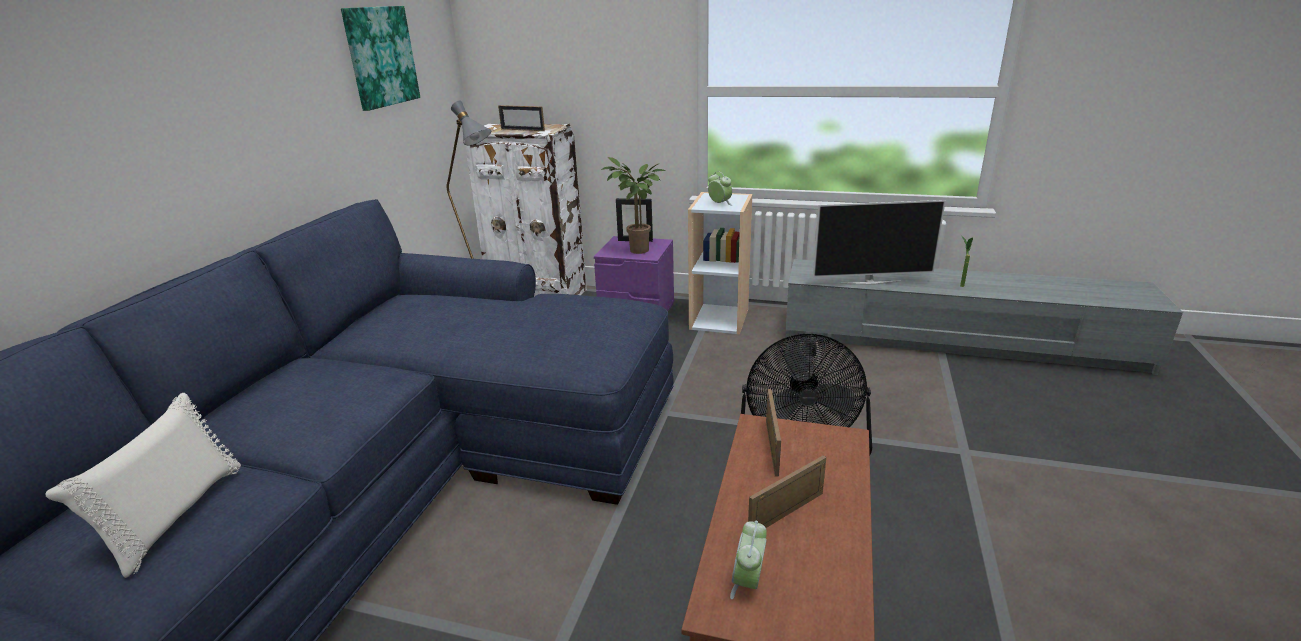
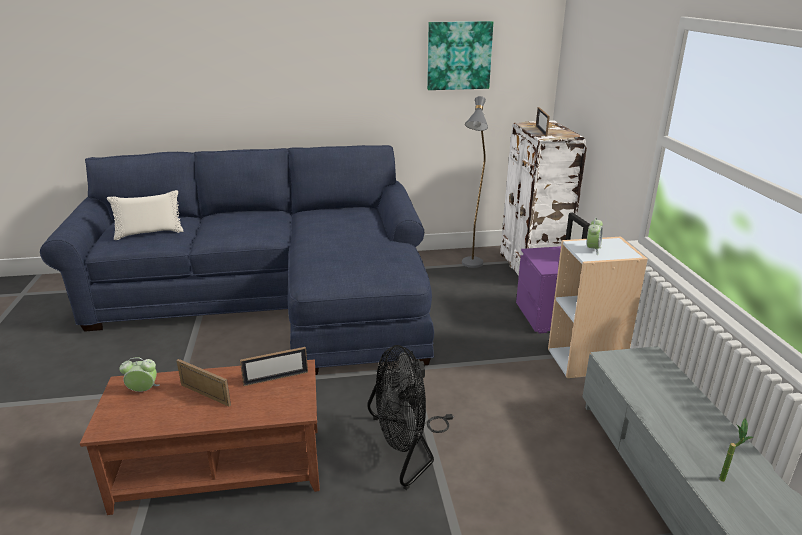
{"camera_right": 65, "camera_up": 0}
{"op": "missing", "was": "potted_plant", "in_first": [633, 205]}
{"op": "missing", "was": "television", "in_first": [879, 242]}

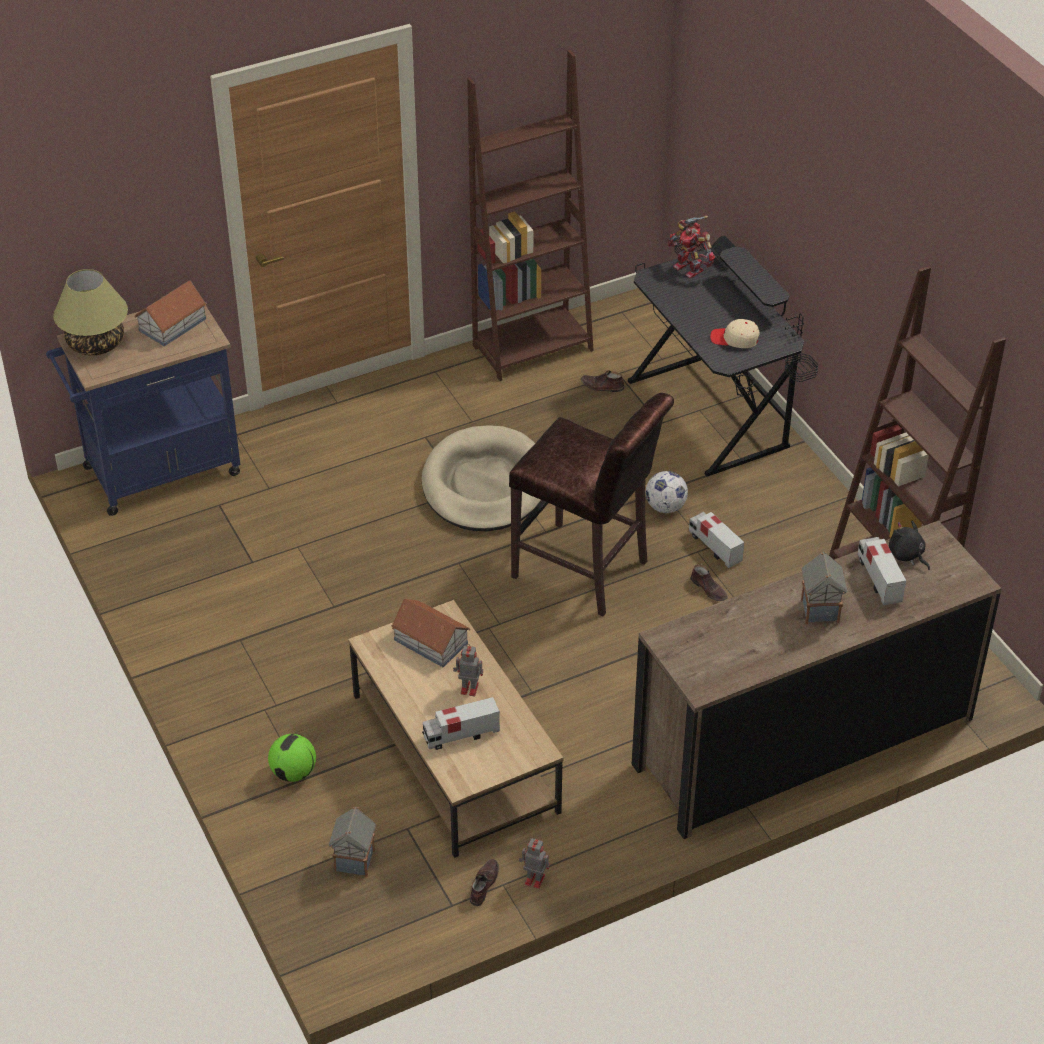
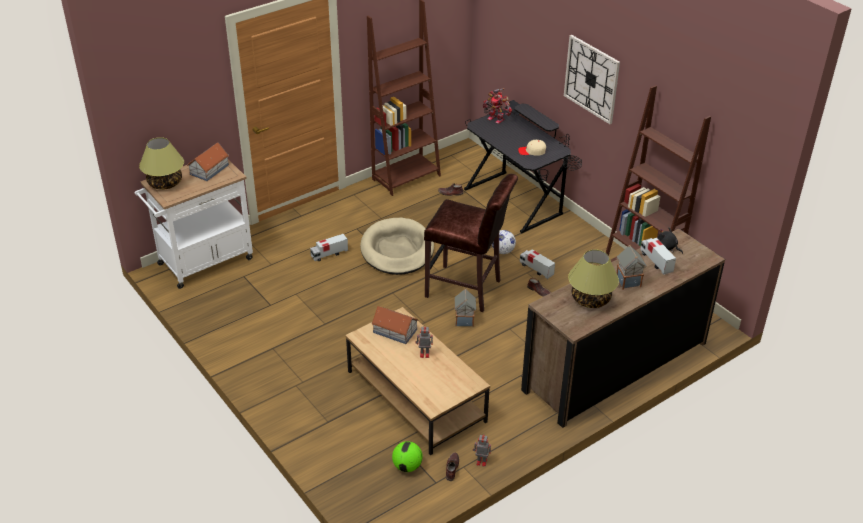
{"camera_right": -10, "camera_up": -5}
{"op": "appeared", "now": "wall_clock", "in_second": [592, 79]}
{"op": "appeared", "now": "table_lamp", "in_second": [593, 278]}
{"op": "relocated", "was": "football", "in_first": [292, 758], "in_second": [407, 456]}
{"op": "relocated", "was": "toy_house", "in_first": [352, 842], "in_second": [465, 307]}
{"op": "relocated", "was": "toy_truck", "in_first": [461, 723], "in_second": [329, 247]}
{"op": "colour", "was": "blue_cart", "now": "white_cart", "in_first": [143, 411], "in_second": [194, 224]}

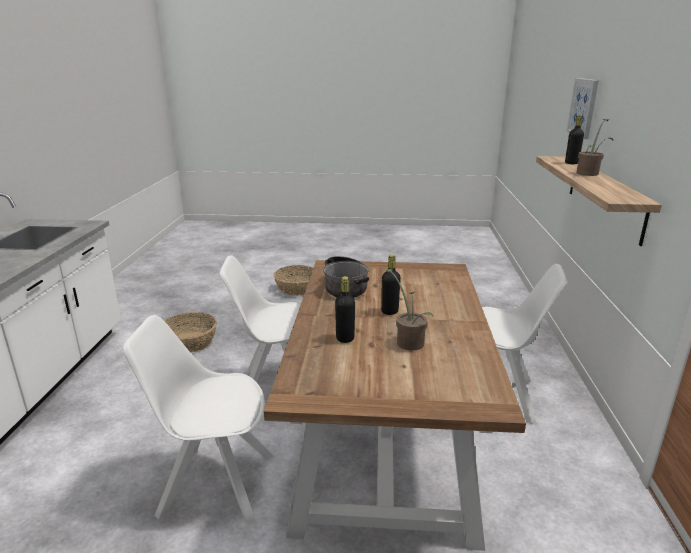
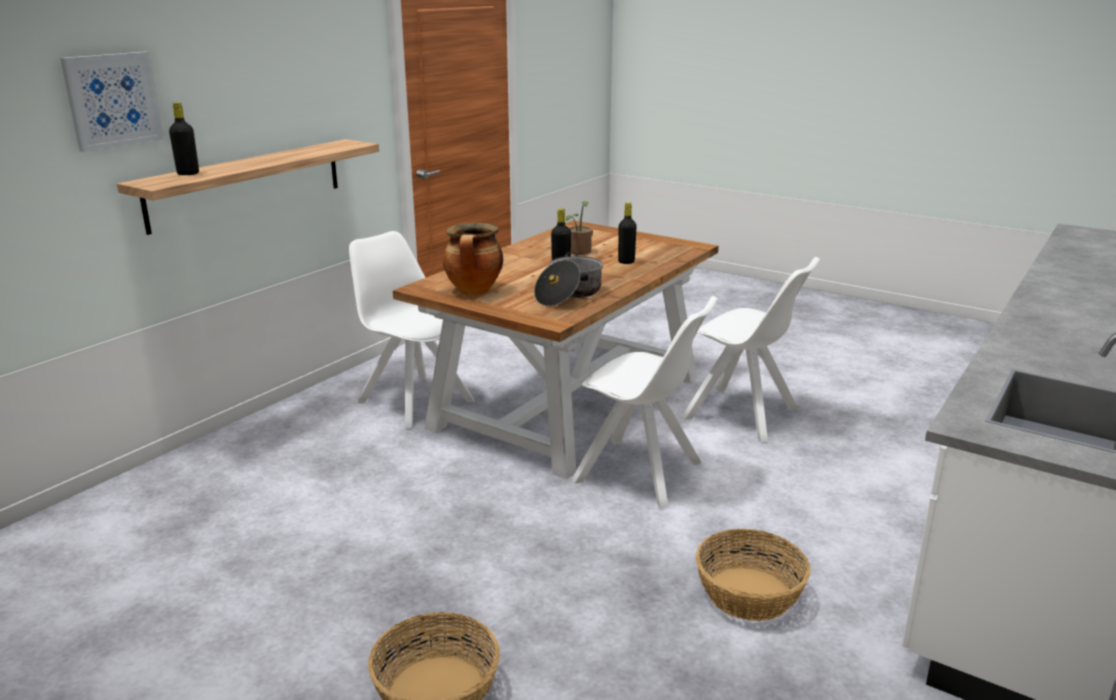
{"camera_right": -150, "camera_up": 0}
{"op": "missing", "was": "potted_plant", "in_first": [594, 147]}
{"op": "appeared", "now": "cooking_pot", "in_second": [473, 259]}

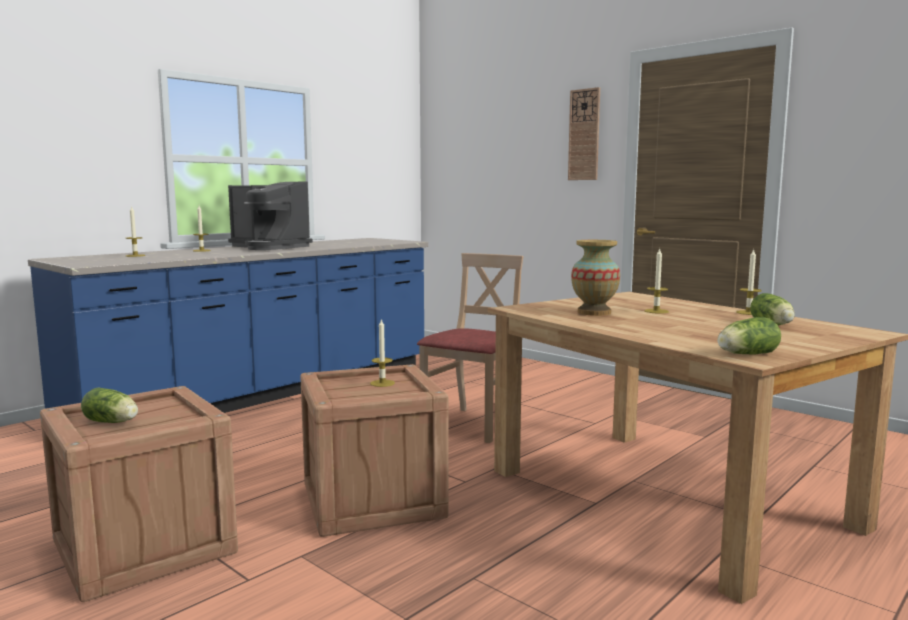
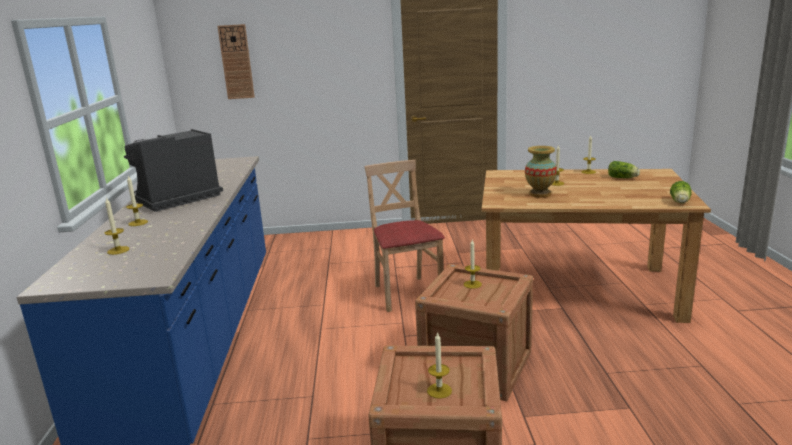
{"camera_right": -45, "camera_up": 10}
{"op": "relocated", "was": "wall_clock", "in_first": [584, 133], "in_second": [236, 61]}
{"op": "exchanged", "was": "lettuce", "now": "candle", "in_first": [109, 405], "in_second": [439, 365]}
{"op": "spun", "was": "coffee_machine", "in_first": [270, 216], "in_second": [173, 170], "clockwise": 150}

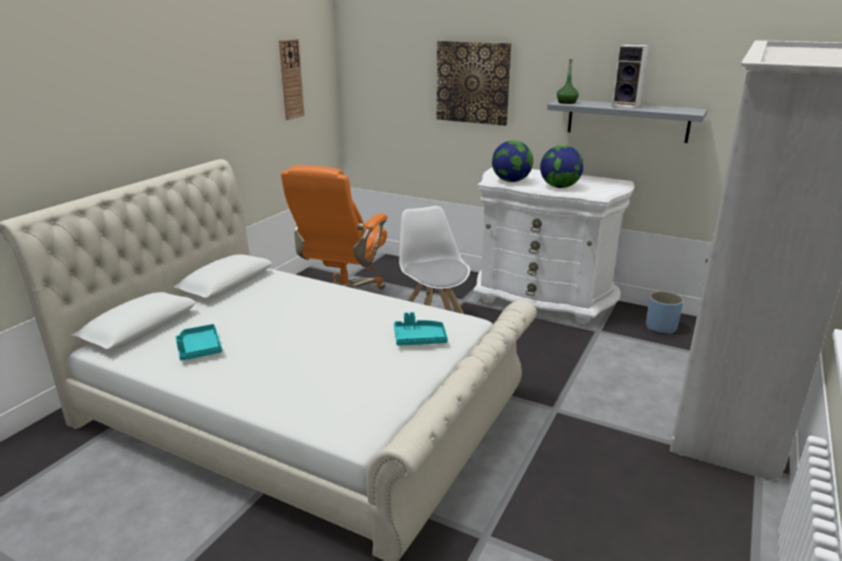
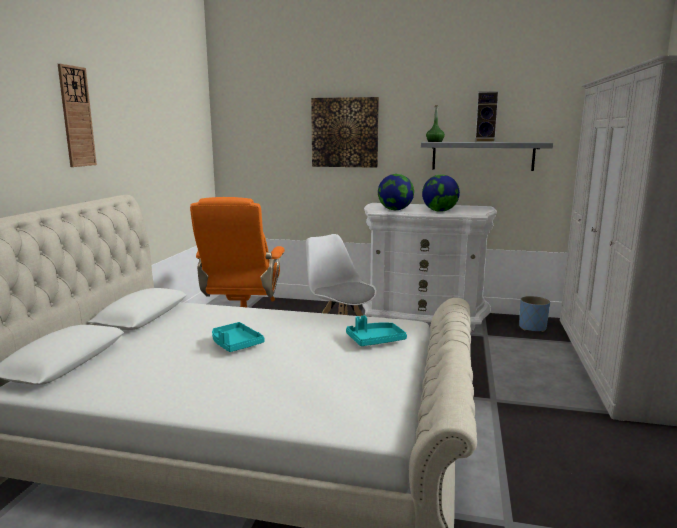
{"camera_right": -15, "camera_up": -10}
{"op": "relocated", "was": "turquoise_tray", "in_first": [199, 342], "in_second": [238, 337]}
{"op": "relocated", "was": "wall_clock", "in_first": [292, 79], "in_second": [77, 115]}

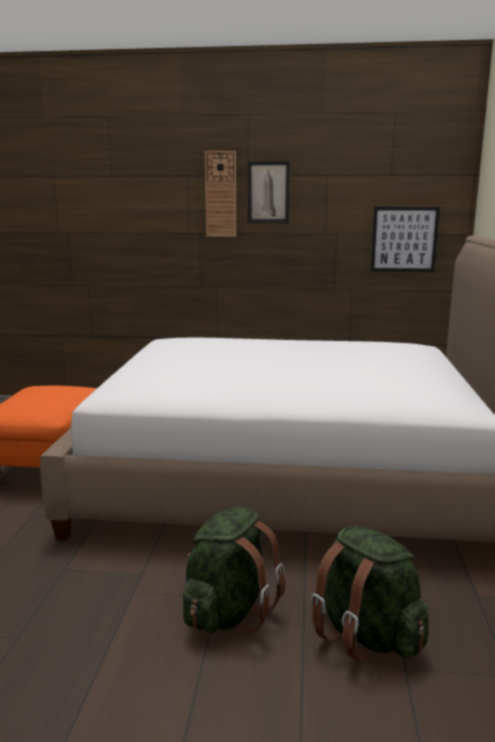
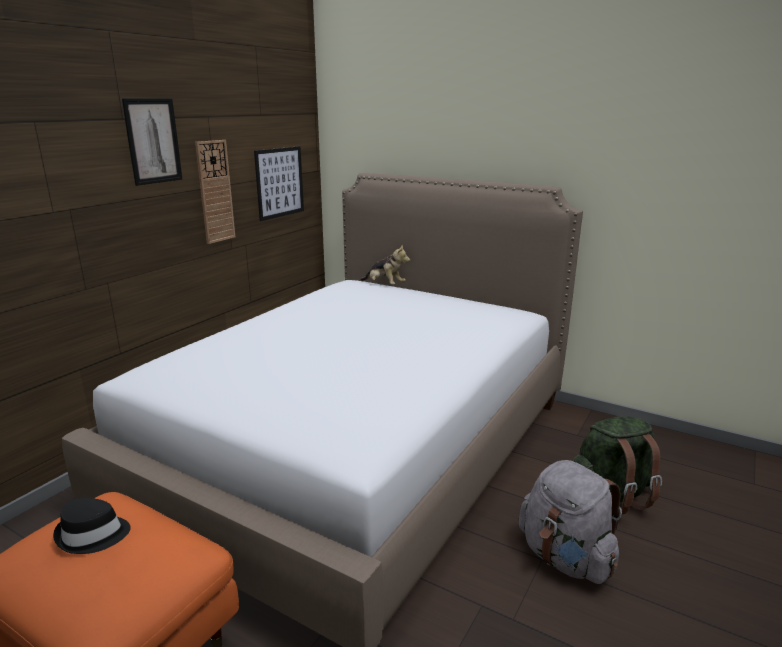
{"camera_right": -65, "camera_up": 5}
{"op": "appeared", "now": "black_hat", "in_second": [92, 526]}
{"op": "appeared", "now": "plush_toy", "in_second": [385, 265]}
{"op": "relocated", "was": "wall_clock", "in_first": [220, 194], "in_second": [215, 192]}
{"op": "colour", "was": "green_backpack", "now": "grey_backpack", "in_first": [234, 571], "in_second": [570, 522]}

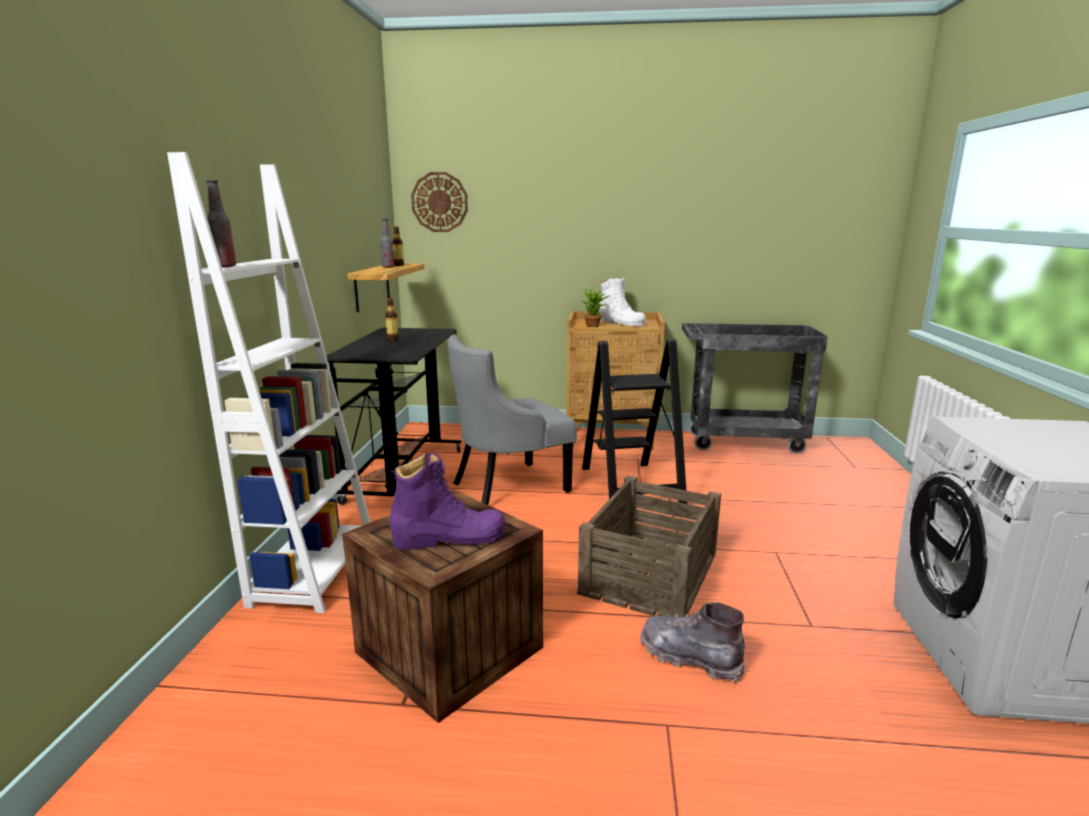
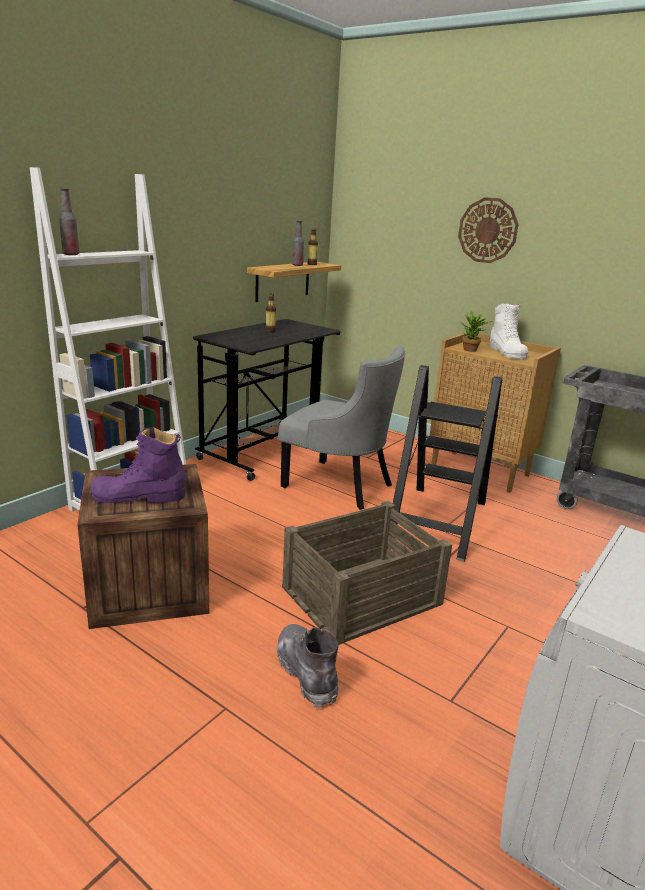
{"camera_right": 30, "camera_up": 5}
{"op": "relocated", "was": "wall_clock", "in_first": [439, 202], "in_second": [488, 230]}
{"op": "spun", "was": "purple_boot", "in_first": [447, 501], "in_second": [138, 465], "clockwise": 150}
{"op": "spun", "was": "grey_chair", "in_first": [512, 420], "in_second": [341, 428], "clockwise": -150}

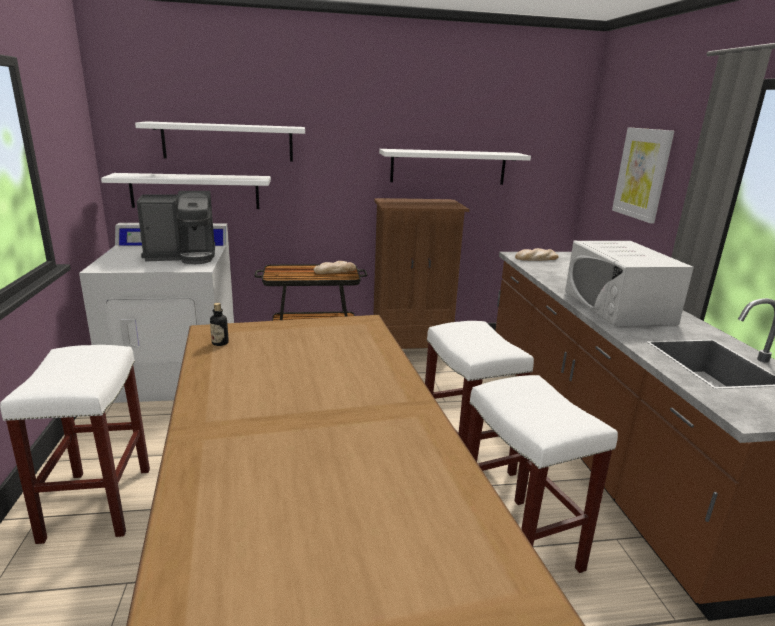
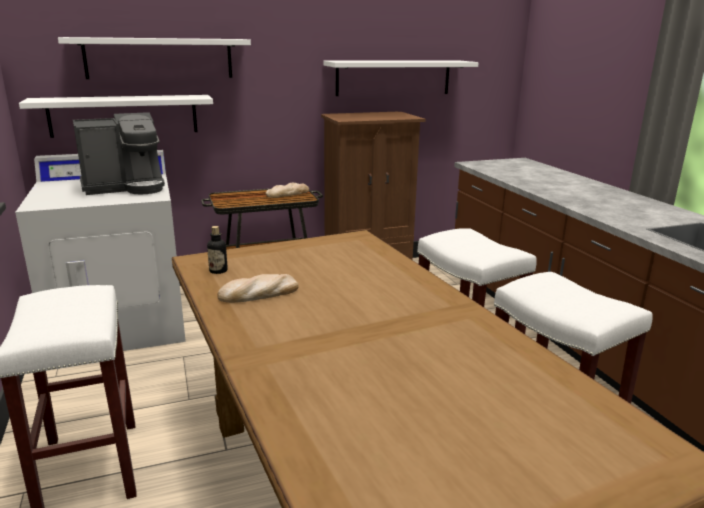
{"camera_right": -10, "camera_up": 0}
{"op": "missing", "was": "white_microwave", "in_first": [629, 283]}
{"op": "missing", "was": "picture", "in_first": [643, 175]}
{"op": "relocated", "was": "bread", "in_first": [537, 254], "in_second": [258, 288]}

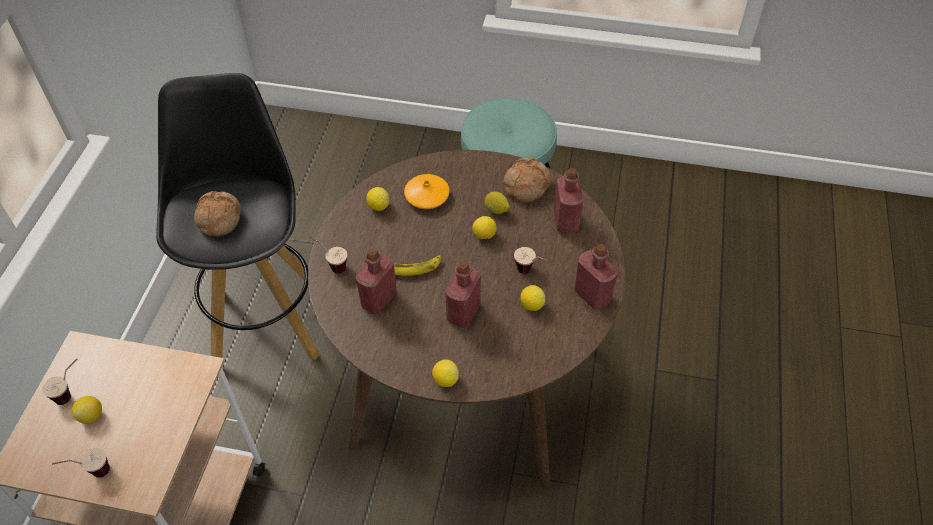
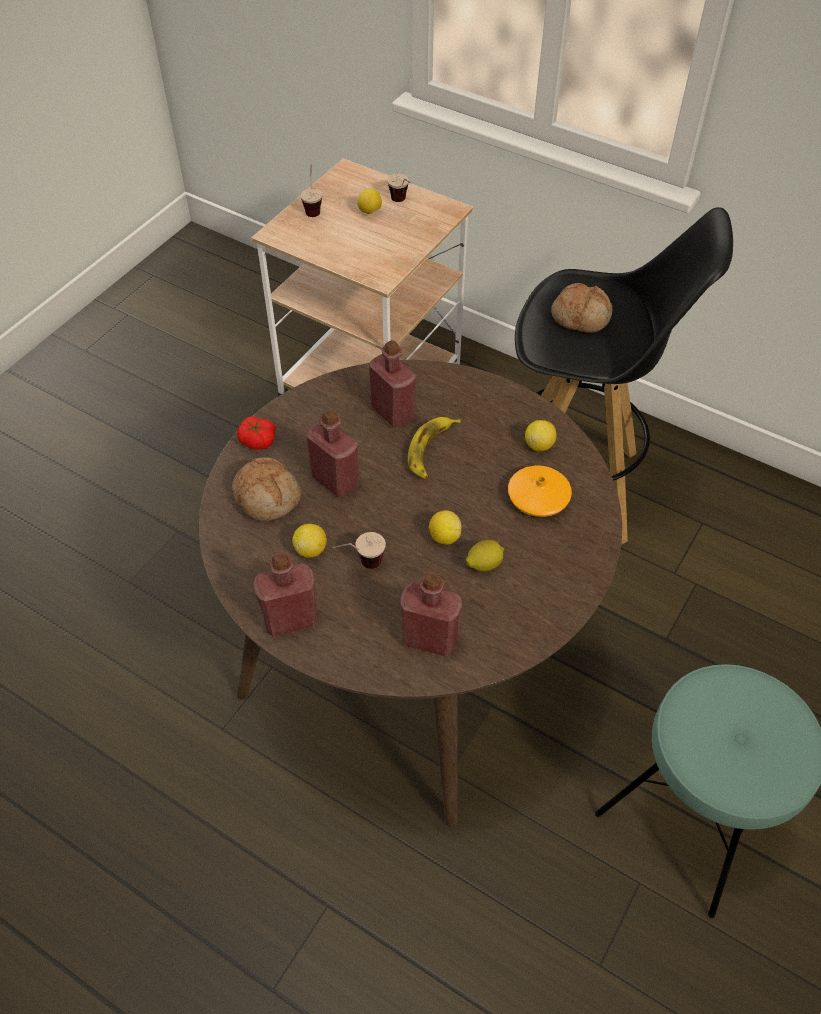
{"camera_right": 110, "camera_up": 0}
{"op": "missing", "was": "cup", "in_first": [328, 255]}
{"op": "relocated", "was": "bread", "in_first": [527, 180], "in_second": [266, 489]}
{"op": "exchanged", "was": "lemon", "now": "tomato", "in_first": [445, 373], "in_second": [256, 433]}

